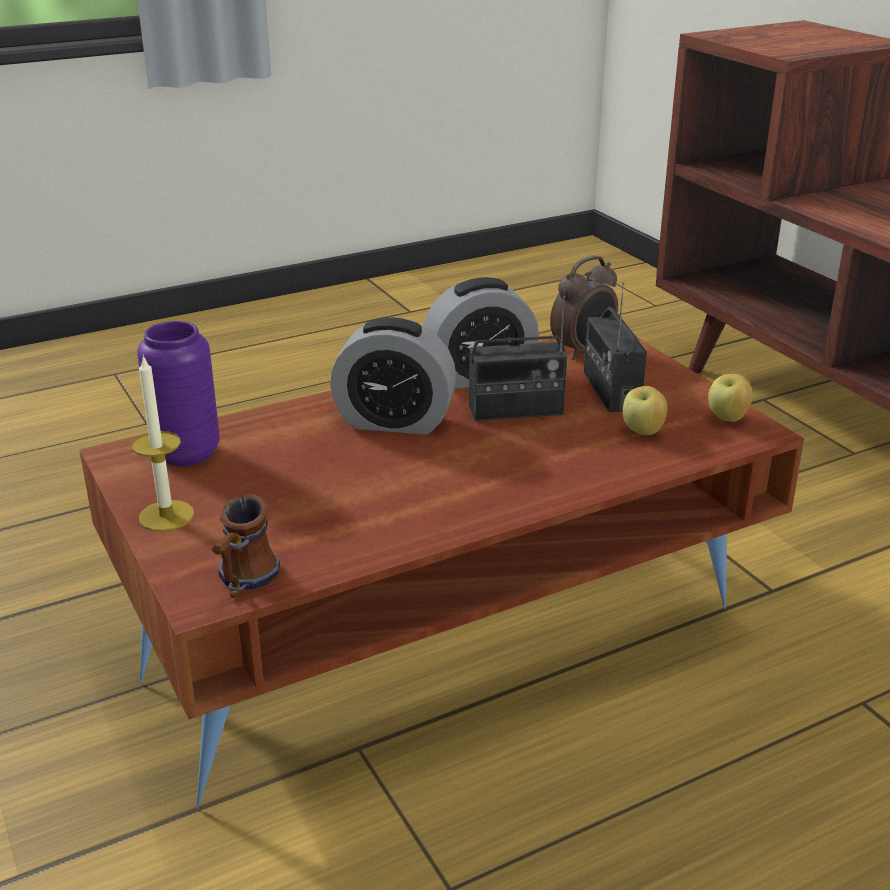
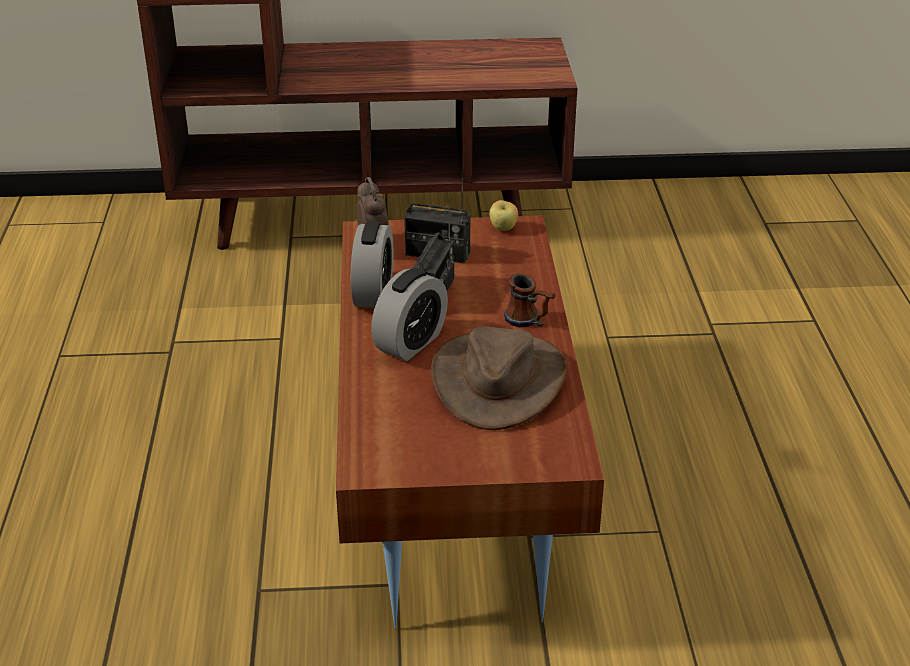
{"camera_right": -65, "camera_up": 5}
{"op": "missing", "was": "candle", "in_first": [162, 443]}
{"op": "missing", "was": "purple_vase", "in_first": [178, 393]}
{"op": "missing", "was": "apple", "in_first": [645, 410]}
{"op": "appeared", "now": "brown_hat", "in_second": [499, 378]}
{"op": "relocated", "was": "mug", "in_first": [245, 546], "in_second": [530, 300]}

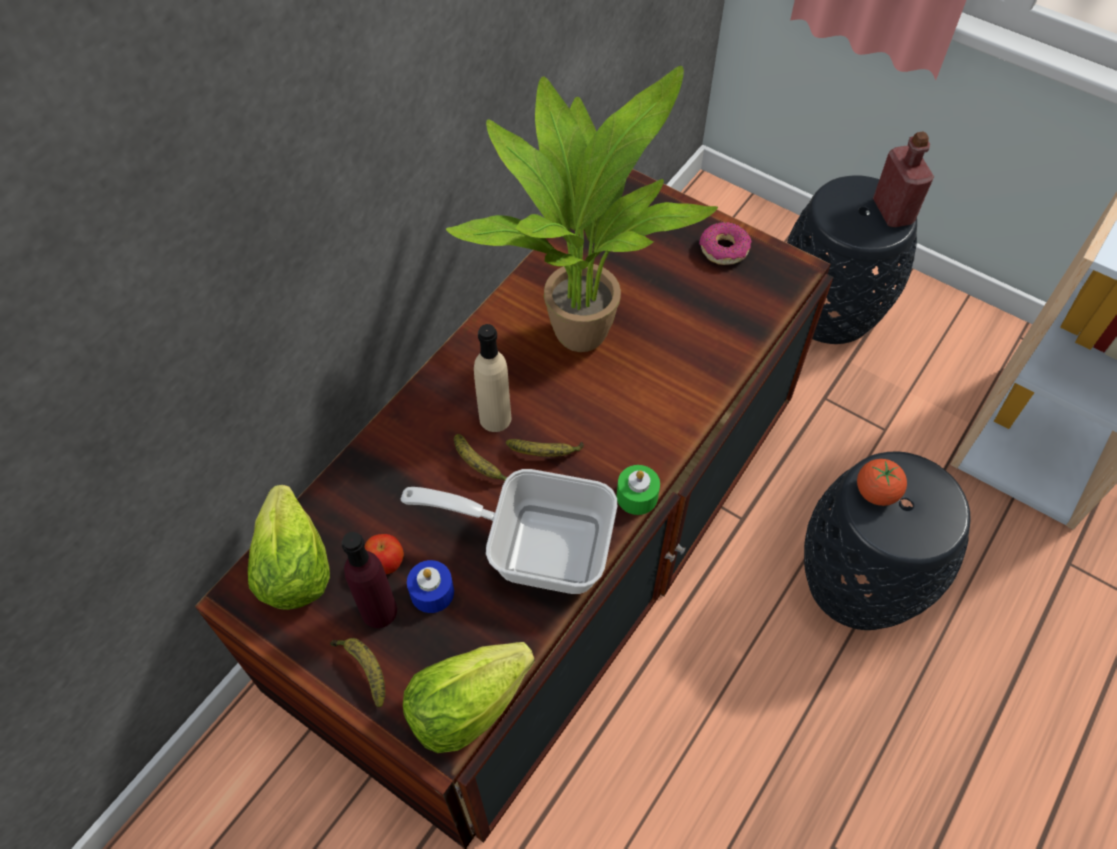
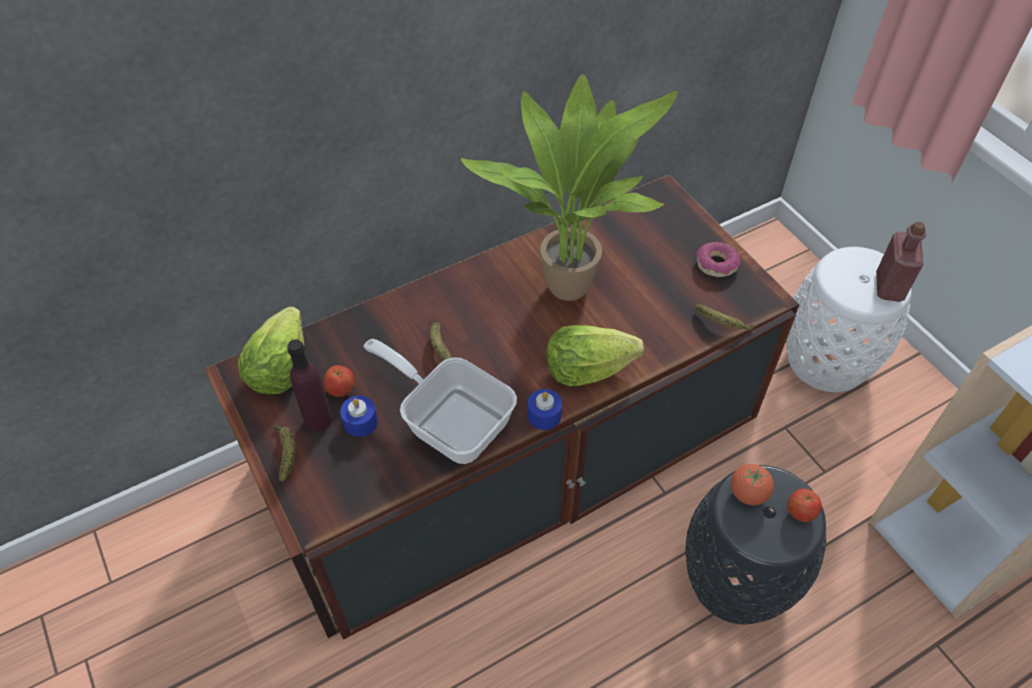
{"camera_right": 25, "camera_up": -5}
{"op": "missing", "was": "beige_bottle", "in_first": [492, 378]}
{"op": "appeared", "now": "apple", "in_second": [804, 505]}
{"op": "relocated", "was": "lettuce", "in_first": [469, 697], "in_second": [595, 356]}
{"op": "relocated", "was": "banana", "in_first": [545, 448], "in_second": [724, 317]}
{"op": "colour", "was": "green_candle", "now": "blue_candle", "in_first": [638, 490], "in_second": [544, 409]}
{"op": "colour", "was": "black_stool", "now": "white_stool", "in_first": [852, 259], "in_second": [849, 319]}

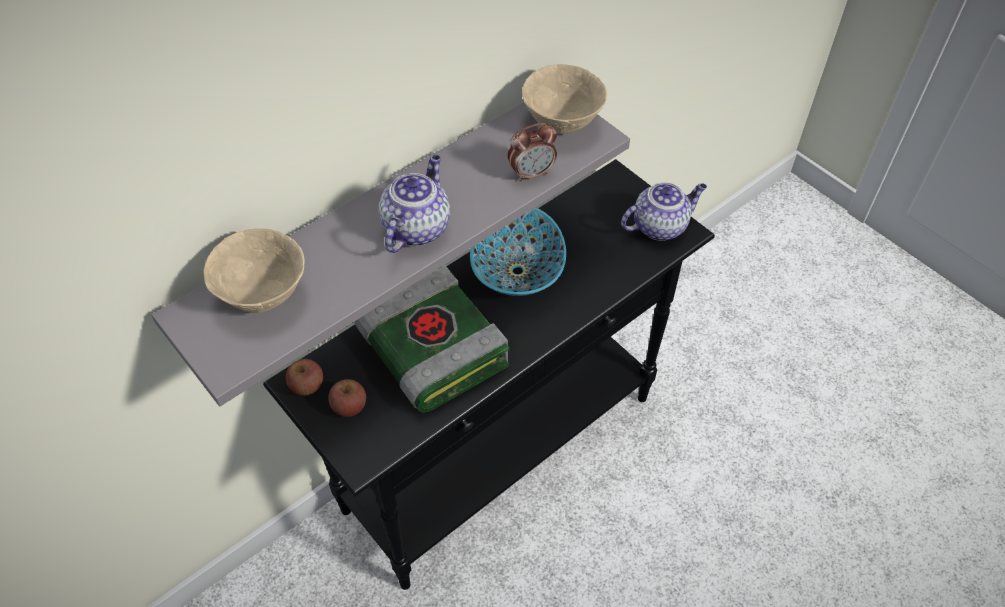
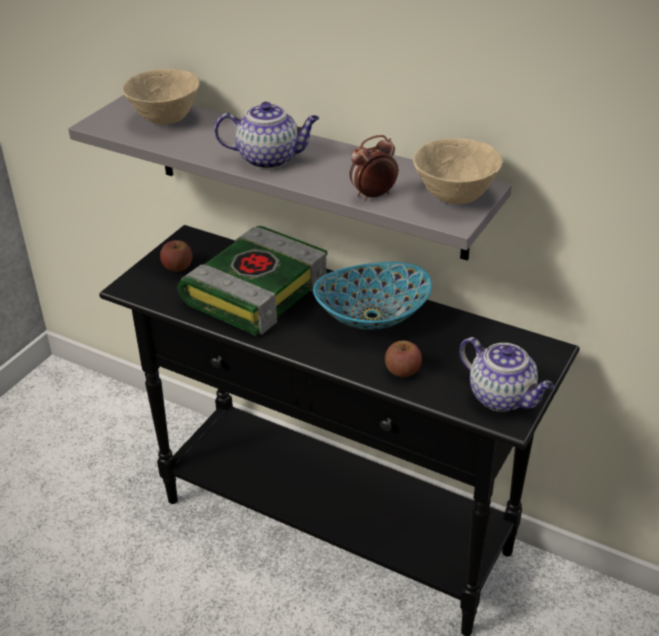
{"camera_right": 70, "camera_up": -15}
{"op": "relocated", "was": "apple", "in_first": [304, 377], "in_second": [403, 359]}
{"op": "spun", "was": "alarm_clock", "in_first": [532, 152], "in_second": [373, 168], "clockwise": 105}

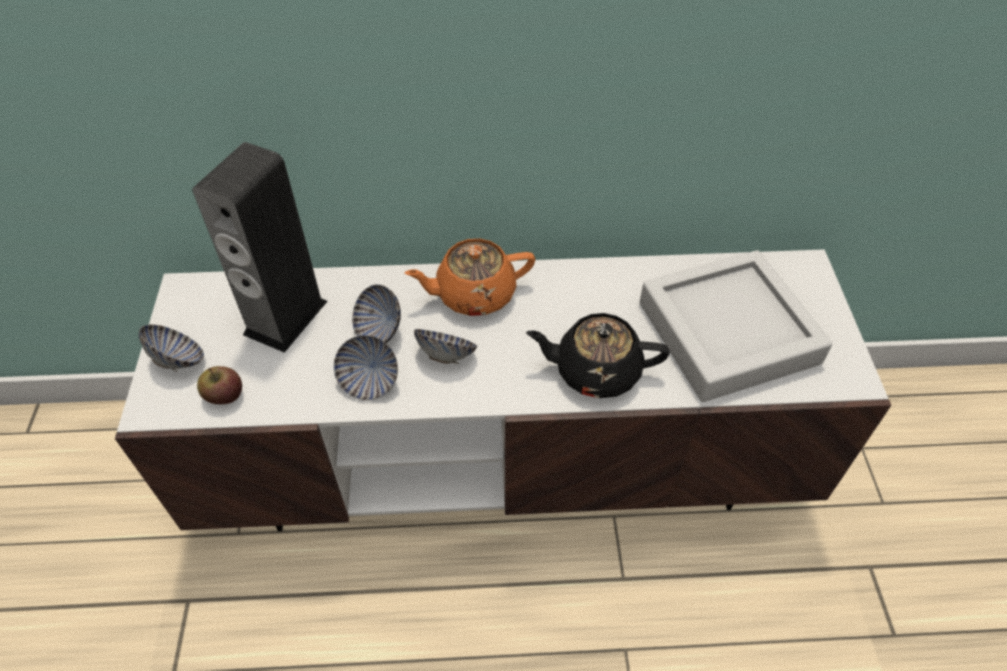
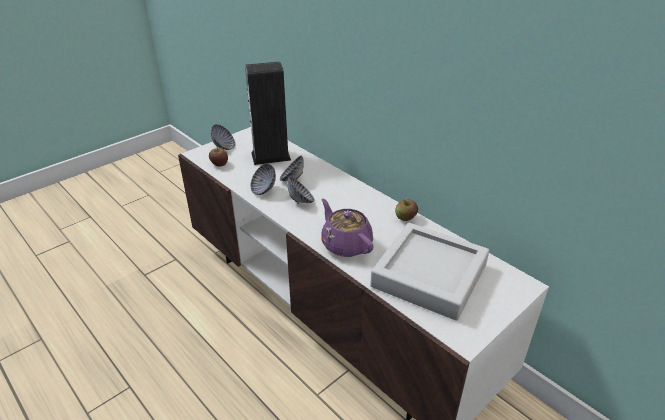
{"camera_right": 50, "camera_up": -15}
{"op": "missing", "was": "orange_teapot", "in_first": [470, 277]}
{"op": "appeared", "now": "apple", "in_second": [406, 210]}
{"op": "colour", "was": "black_teapot", "now": "purple_teapot", "in_first": [598, 355], "in_second": [347, 227]}

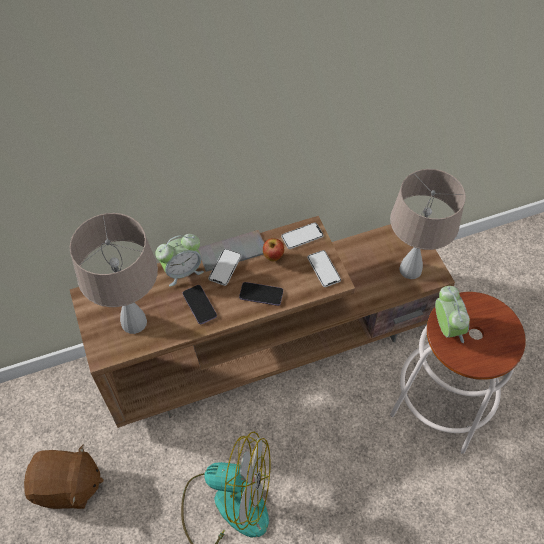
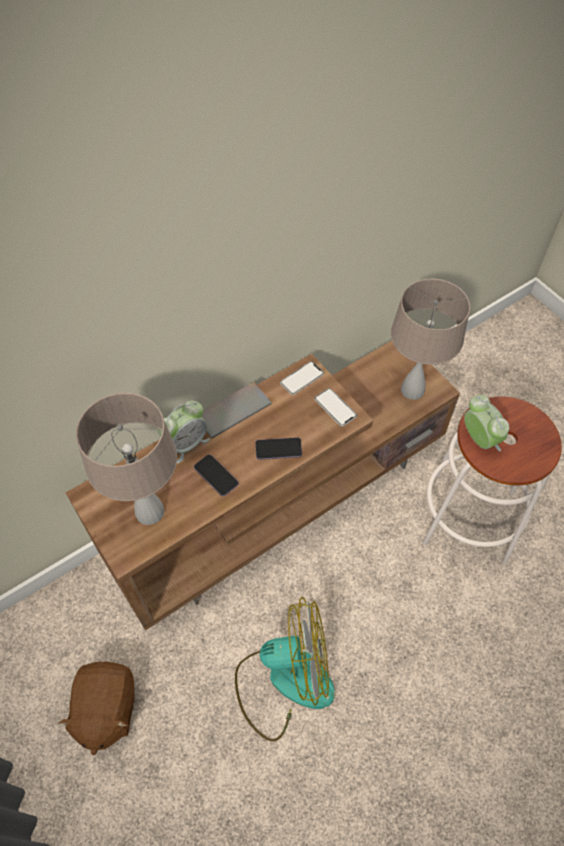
{"camera_right": -15, "camera_up": 0}
{"op": "missing", "was": "phone", "in_first": [225, 267]}
{"op": "missing", "was": "apple", "in_first": [273, 249]}
{"op": "spun", "was": "brown_plush_toy", "in_first": [64, 476], "in_second": [96, 708], "clockwise": 105}

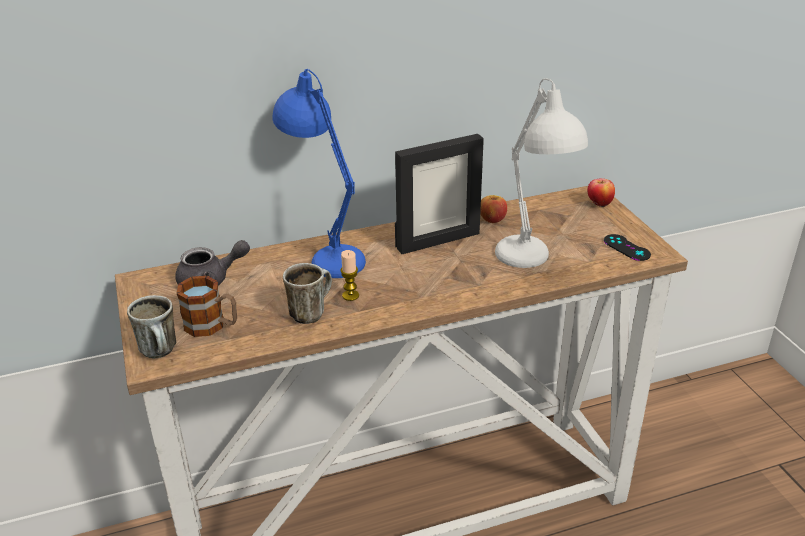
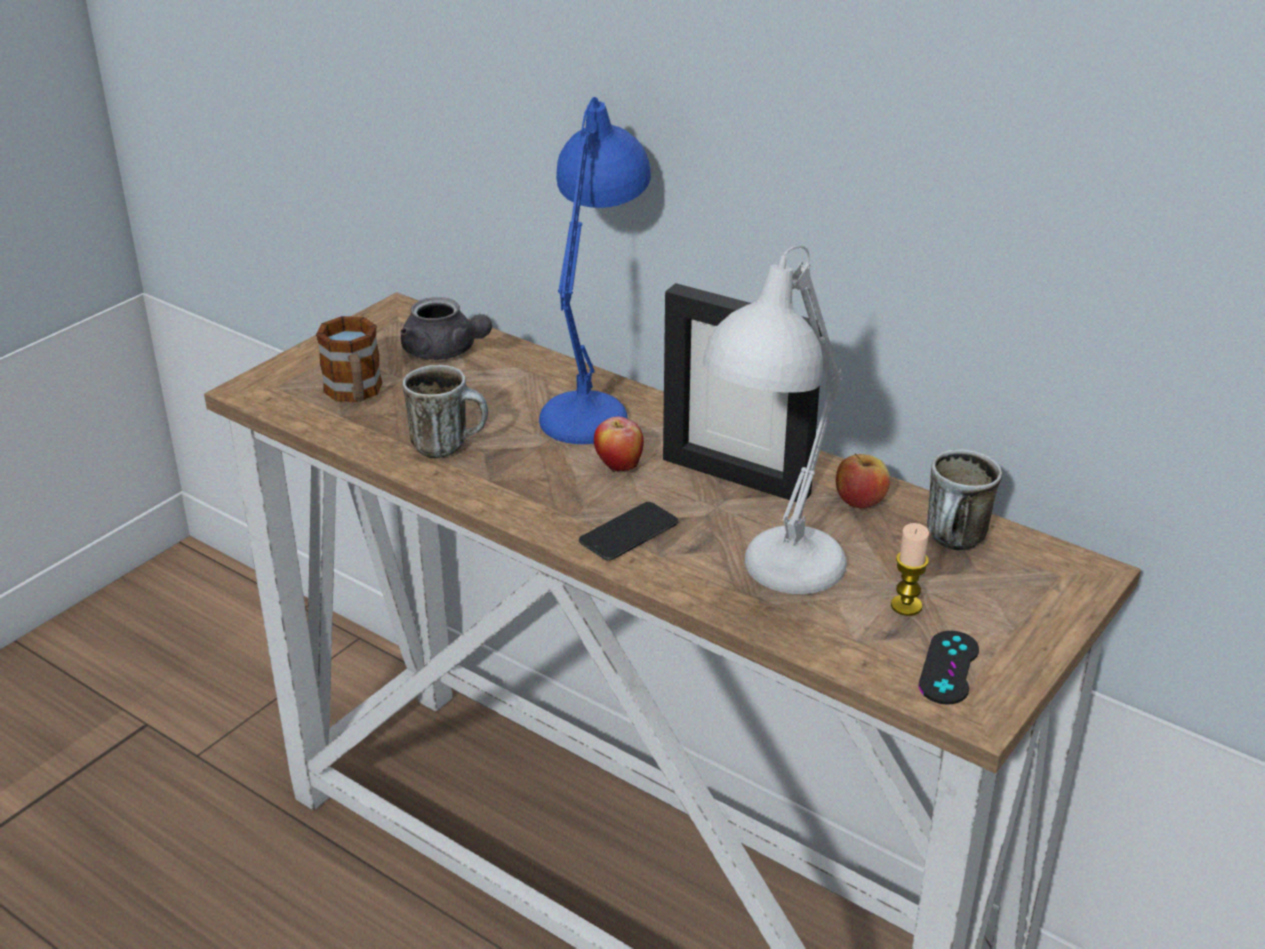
{"camera_right": 55, "camera_up": 0}
{"op": "appeared", "now": "phone", "in_second": [629, 531]}
{"op": "relocated", "was": "mug", "in_first": [151, 327], "in_second": [964, 500]}
{"op": "relocated", "was": "candle", "in_first": [349, 275], "in_second": [910, 569]}
{"op": "relocated", "was": "apple", "in_first": [601, 192], "in_second": [619, 444]}

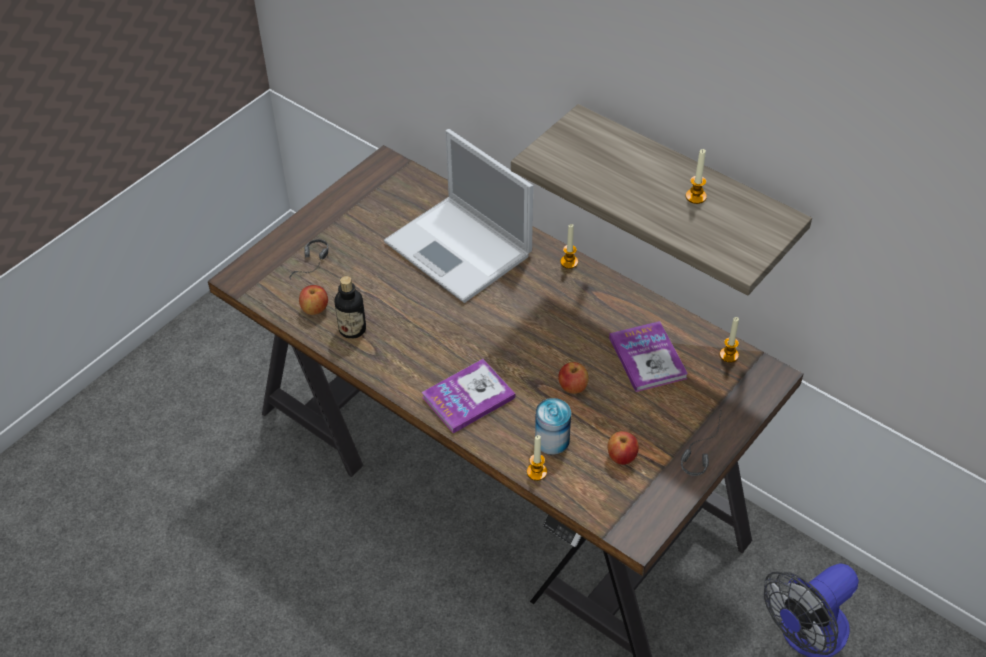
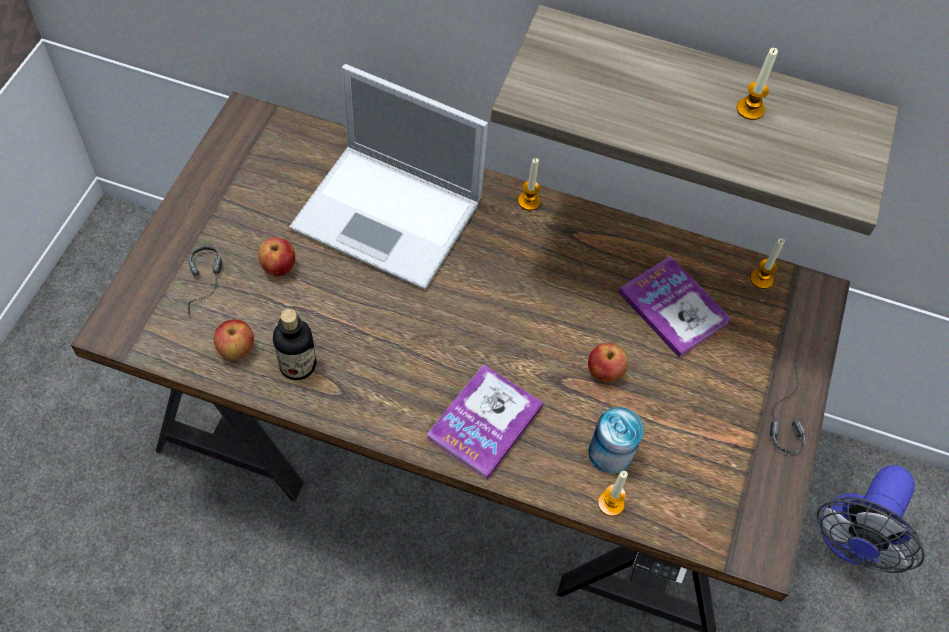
{"camera_right": -25, "camera_up": 10}
{"op": "relocated", "was": "apple", "in_first": [623, 448], "in_second": [276, 256]}

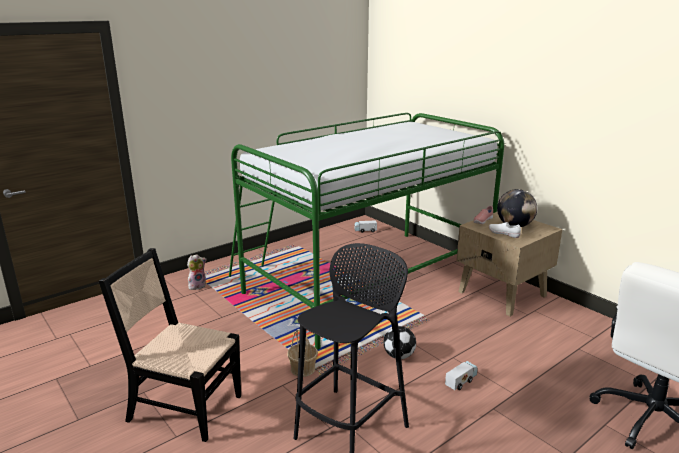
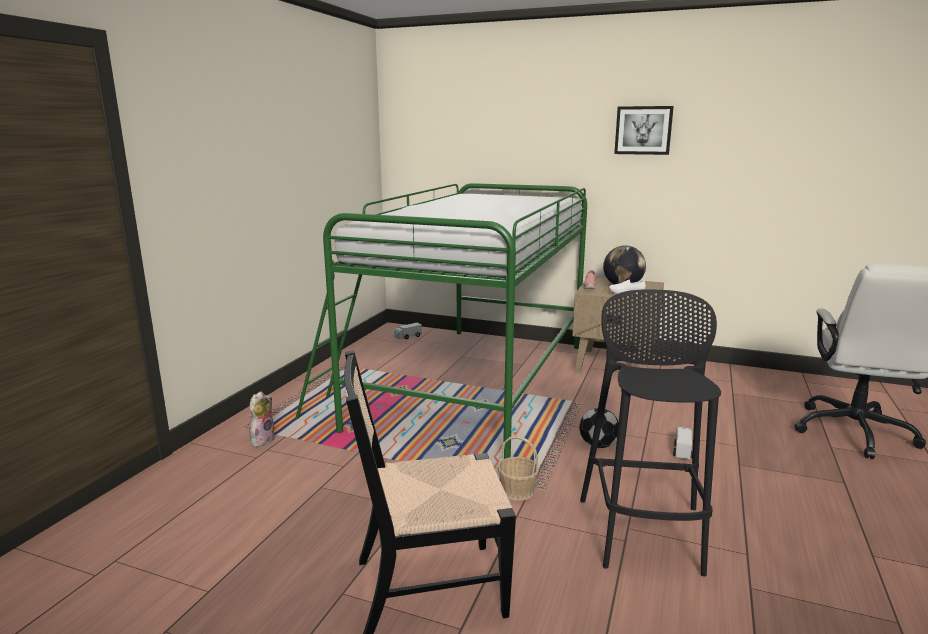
{"camera_right": -30, "camera_up": -5}
{"op": "appeared", "now": "picture", "in_second": [644, 130]}

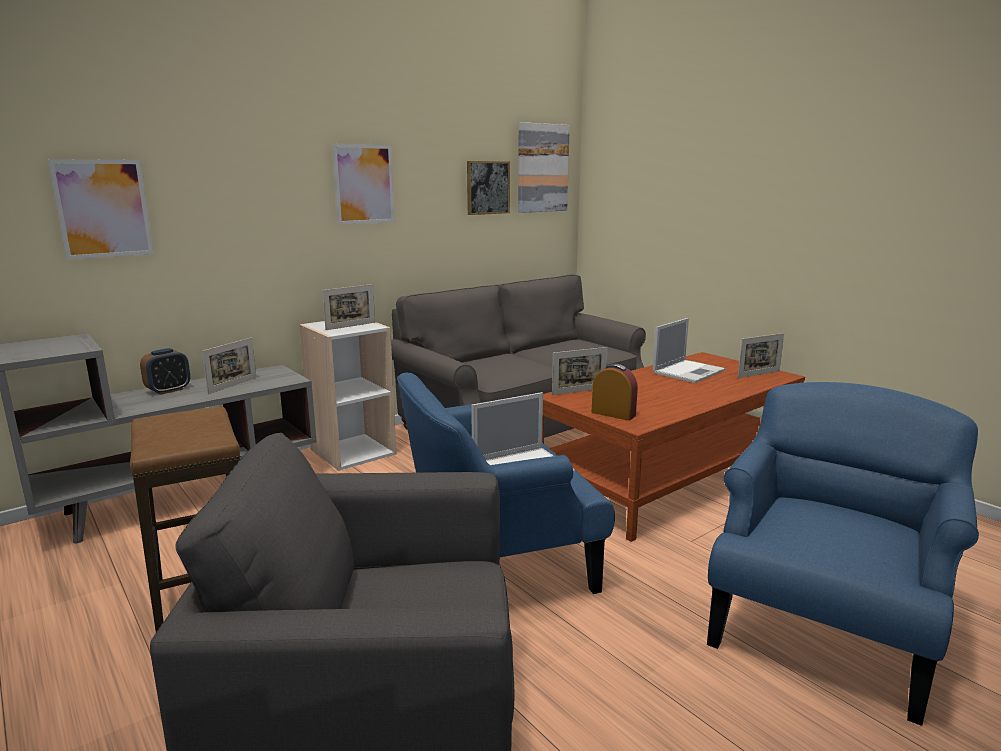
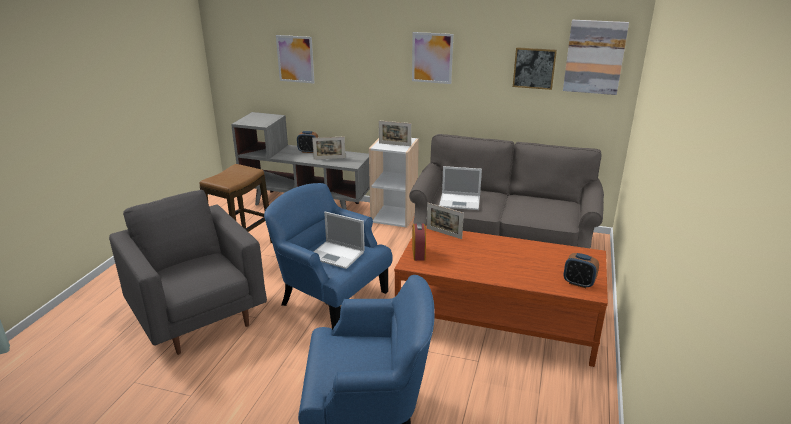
{"camera_right": 55, "camera_up": 10}
{"op": "relocated", "was": "laptop", "in_first": [689, 350], "in_second": [460, 188]}
{"op": "exchanged", "was": "picture_frame", "now": "alarm_clock", "in_first": [761, 355], "in_second": [581, 270]}

